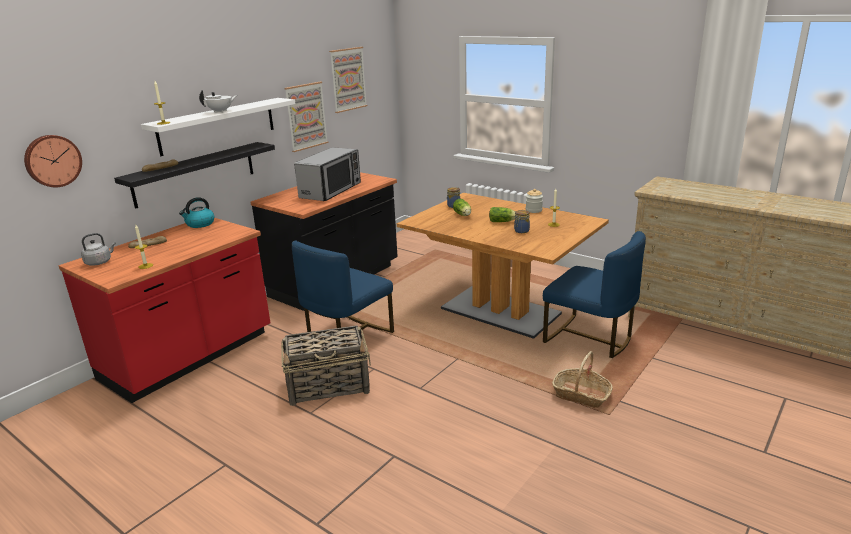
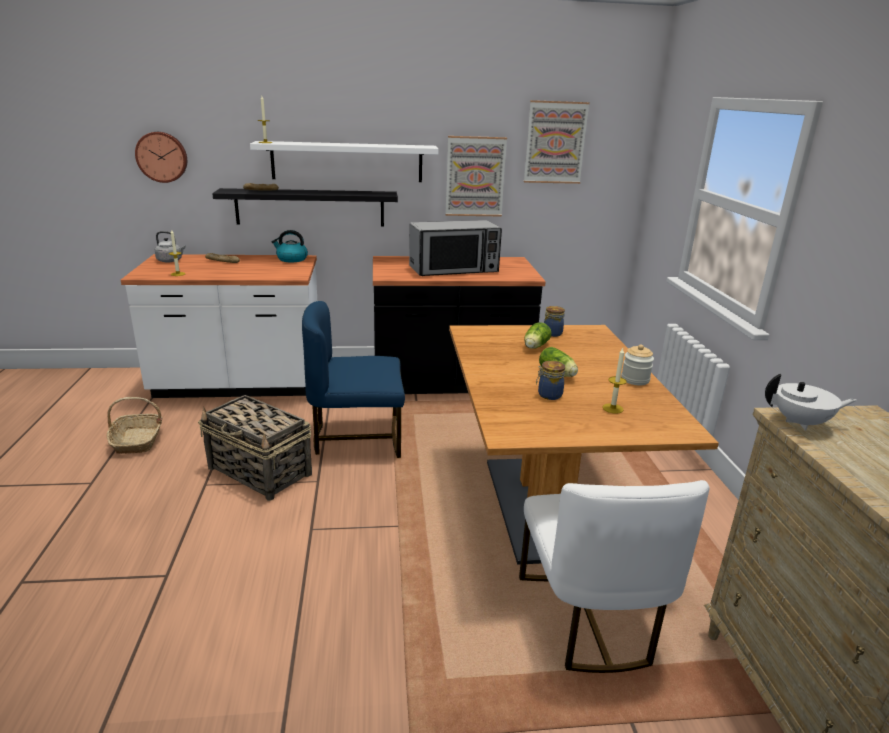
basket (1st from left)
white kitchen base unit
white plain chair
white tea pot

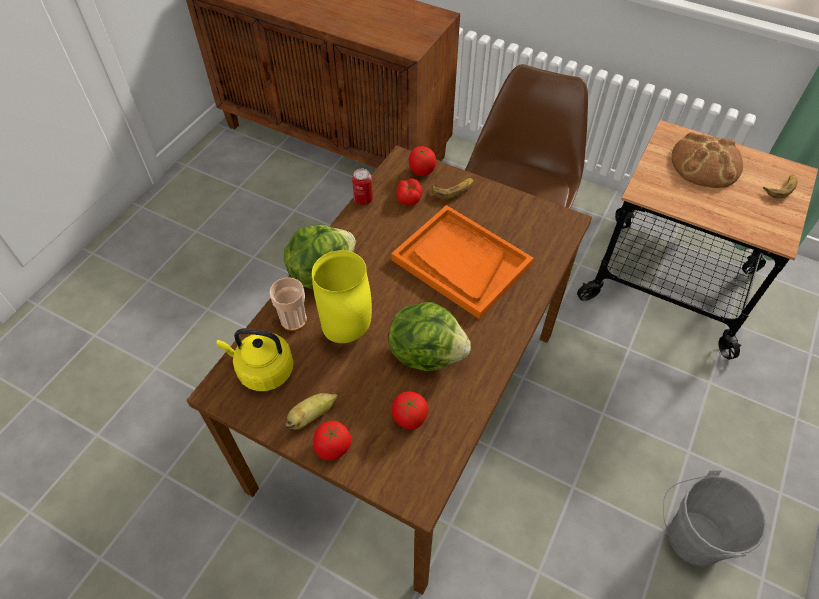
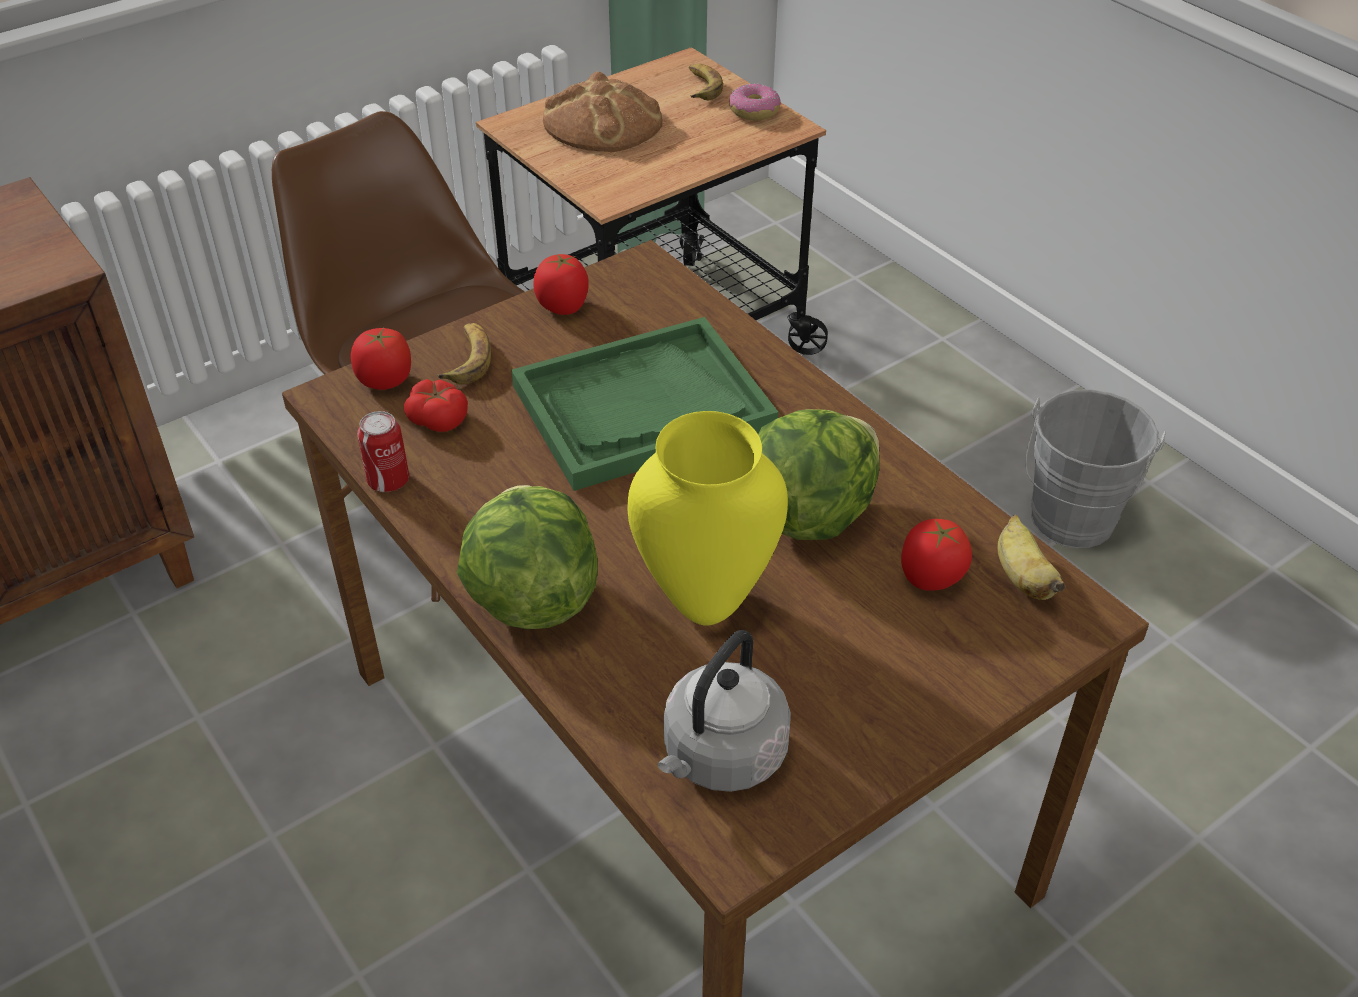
green-coloured carrying tray
tomato (3rd from left)
greyish tea kettle
donut
banana (3rd from left)
cup

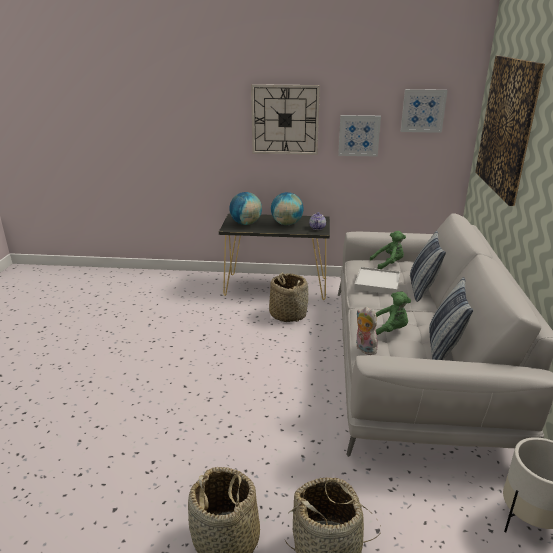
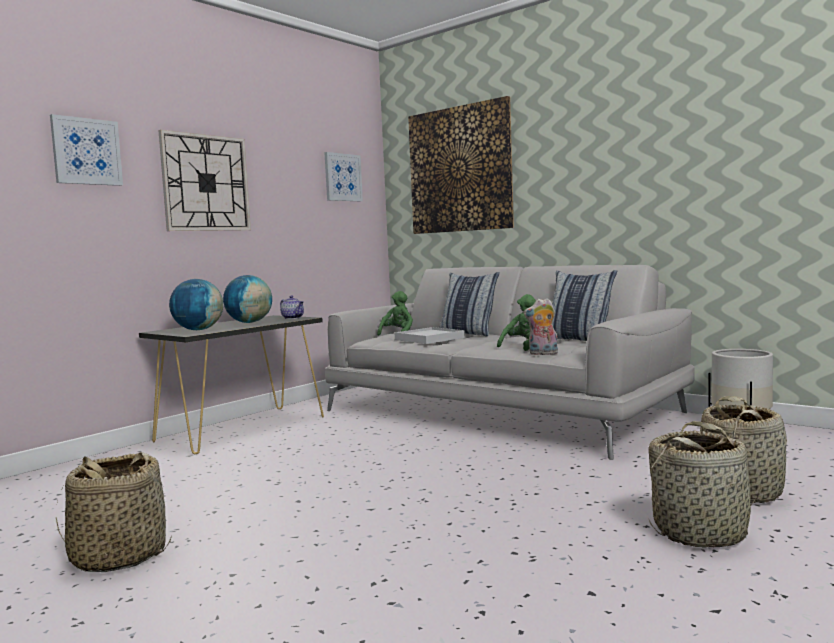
picture (1st from left)
basket (1st from left)

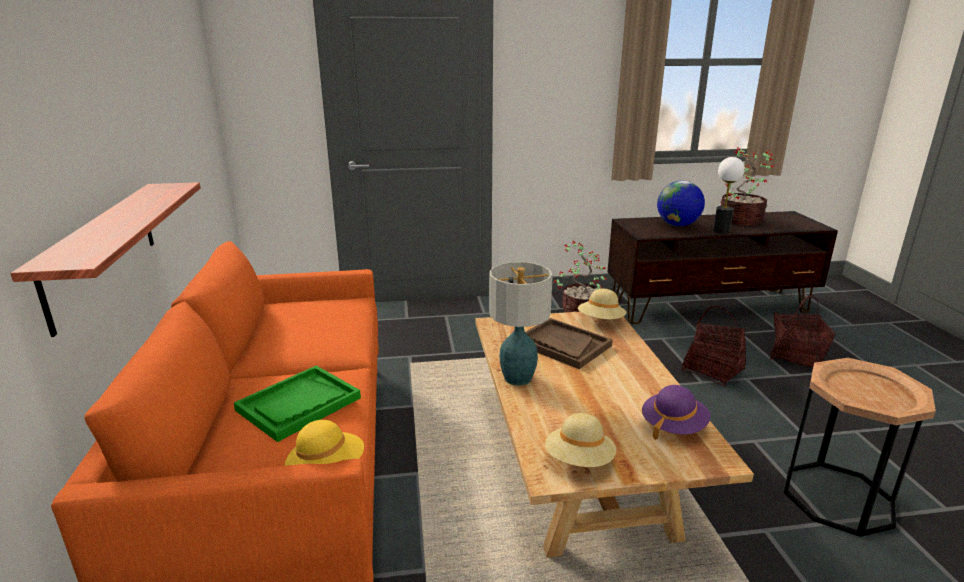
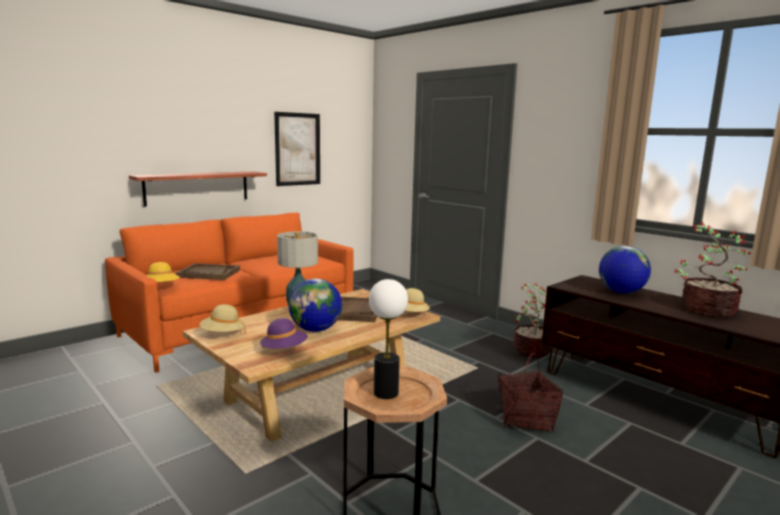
brown-coloured carrying tray (1st from left)
picture
globe (1st from left)
table lamp (2nd from left)
basket (2nd from left in the first image)

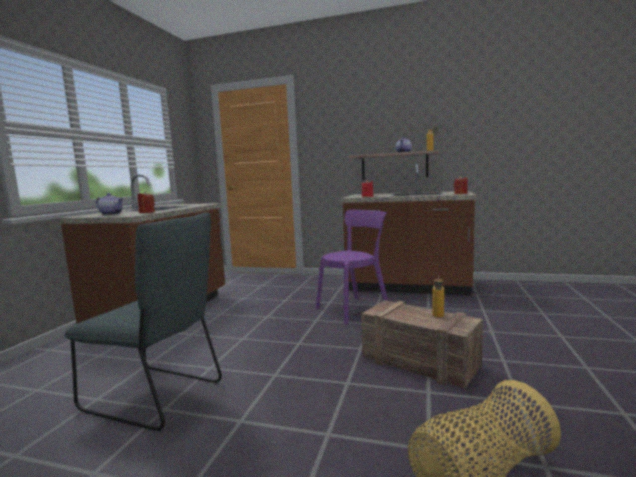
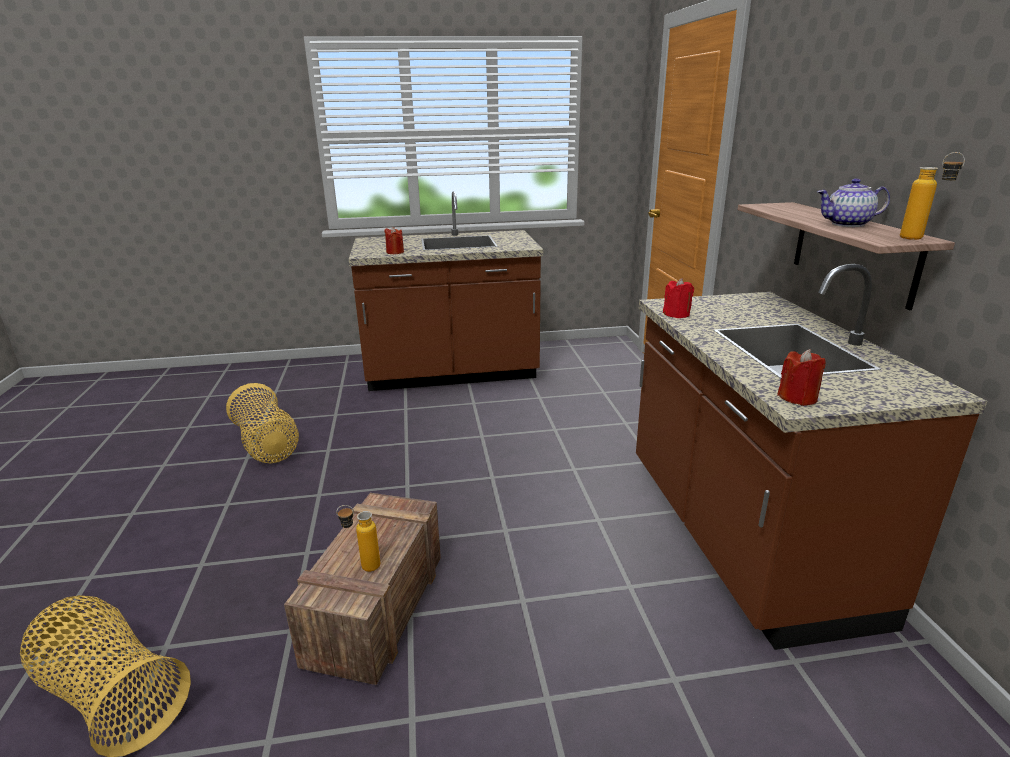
basket (2nd from left)
tea pot (1st from left in the first image)
purple plain chair

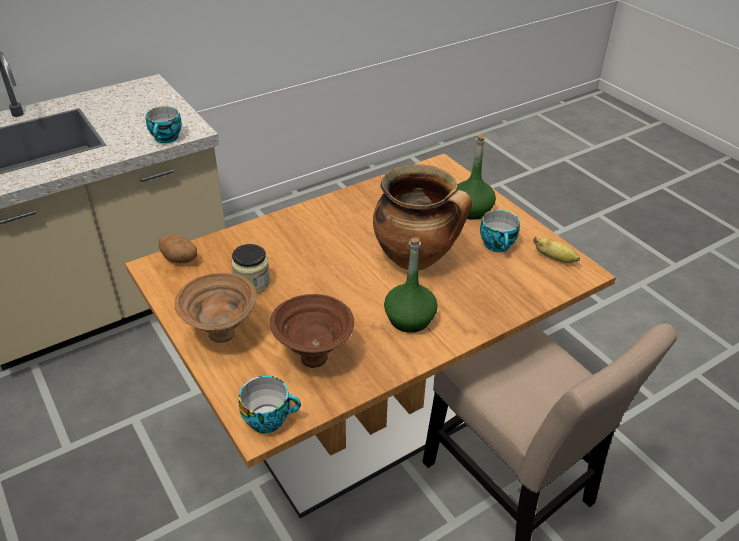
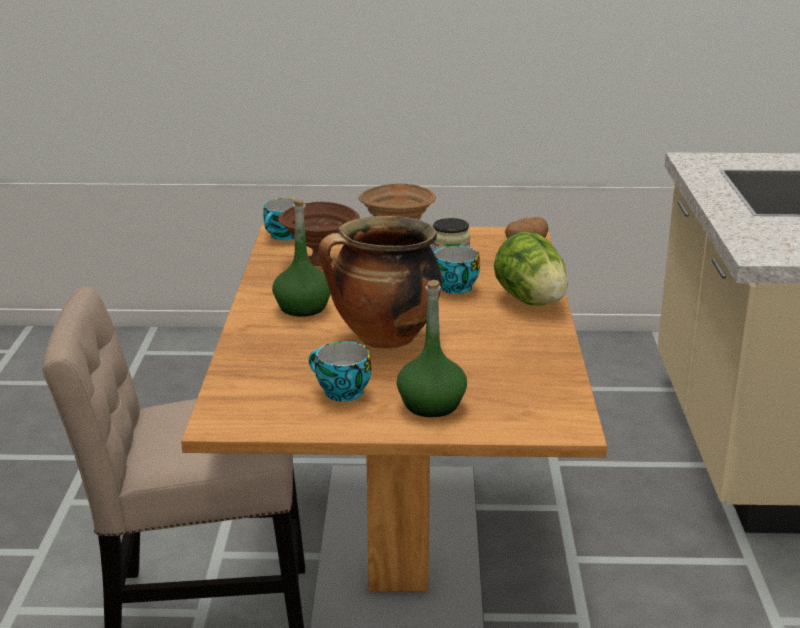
cup (3rd from left)
lettuce
banana

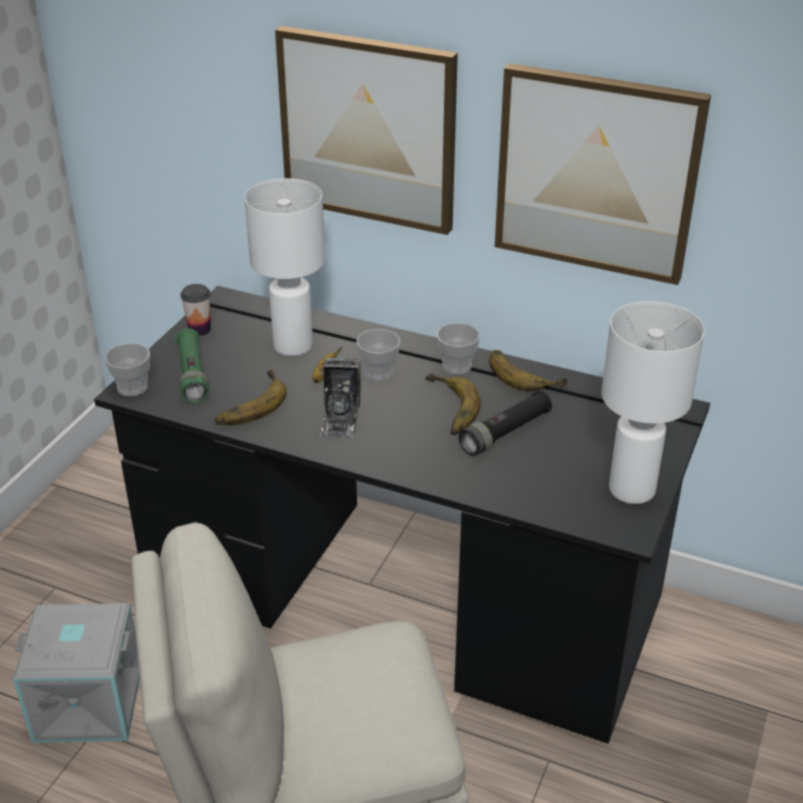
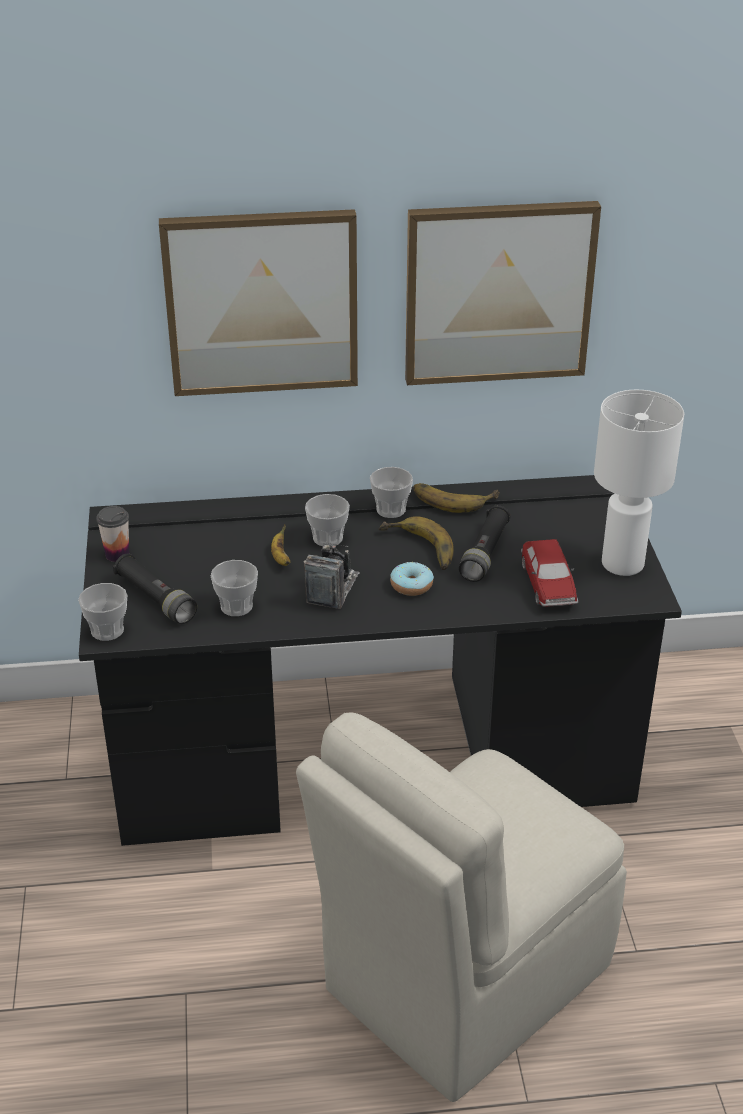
blackish flashlight (1st from left)
cup (3rd from left)
still camera
donut
model car
greyish storage container
white table lamp (1st from left in the first image)

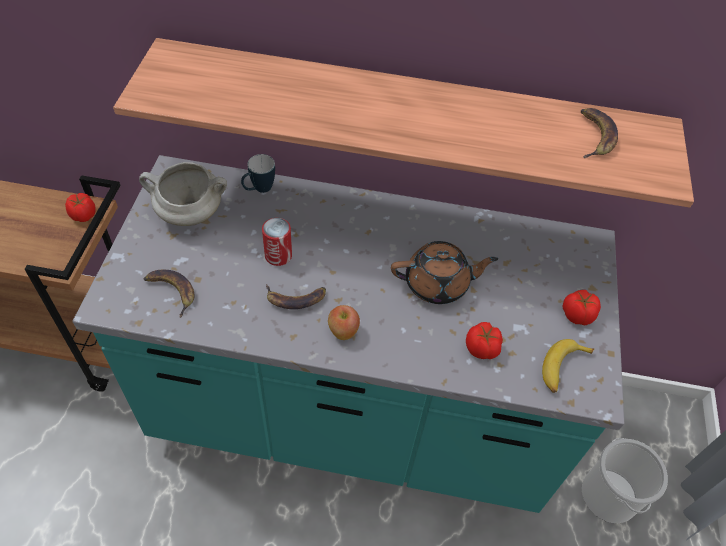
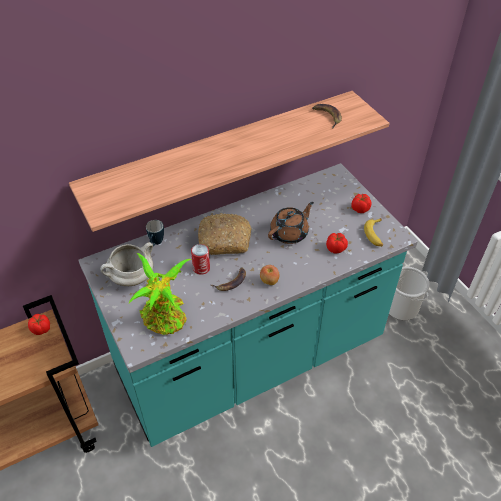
potted plant
bakery bread

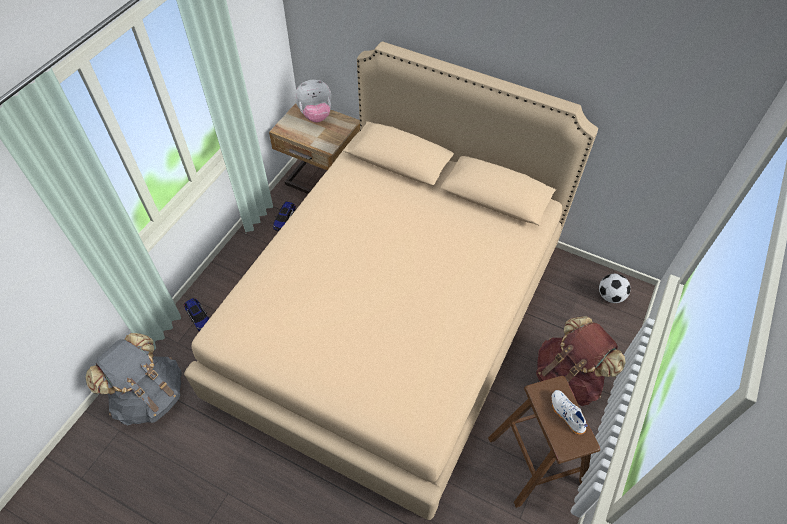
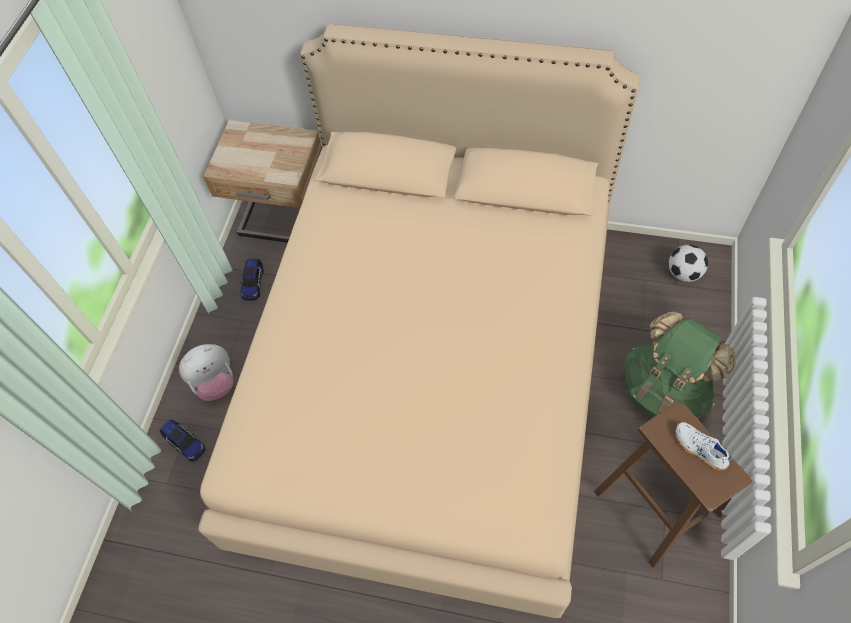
cuddly toy
green-coloured rucksack
greyish rucksack

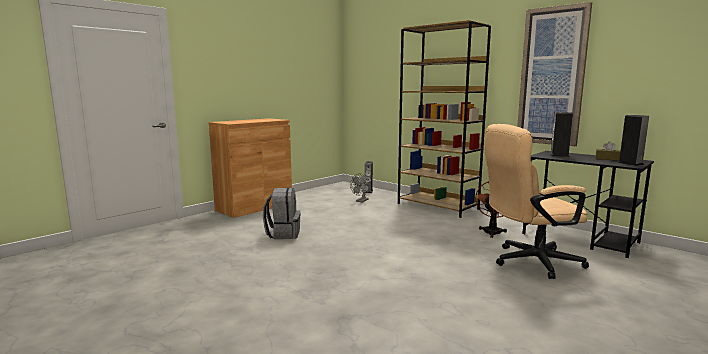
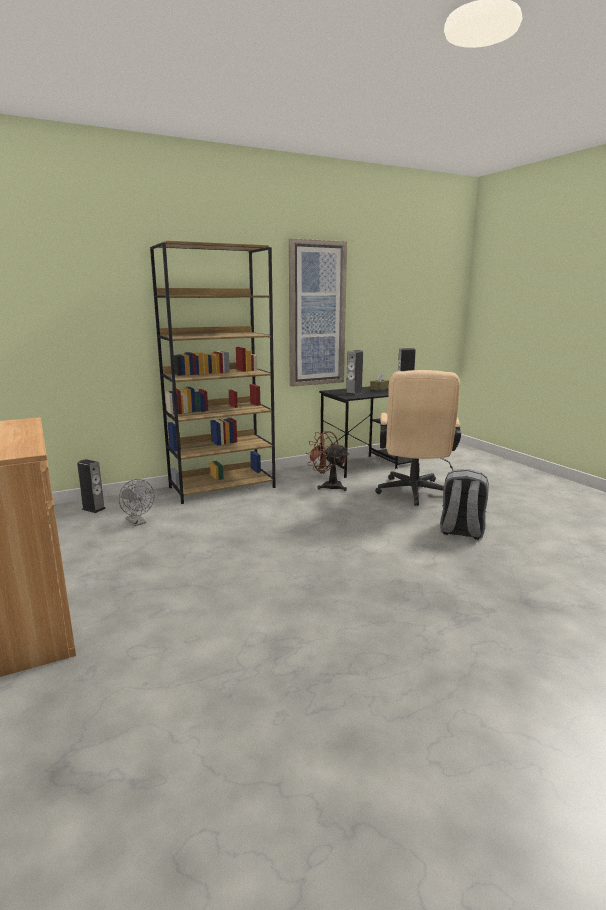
greyish rucksack

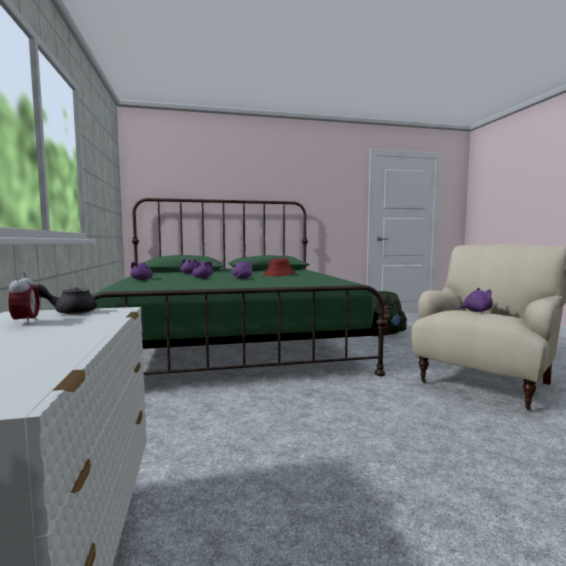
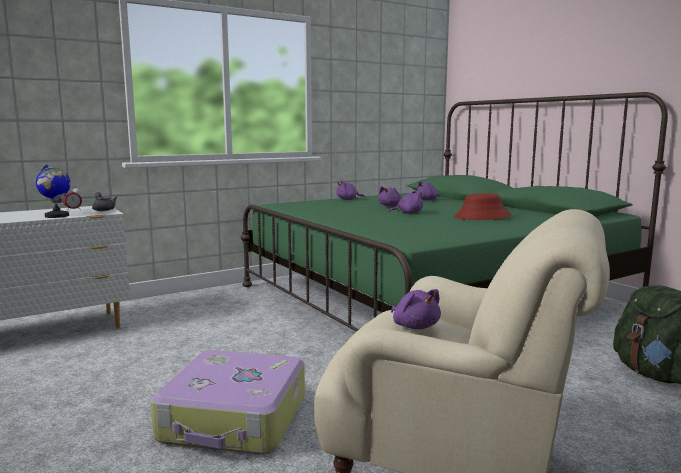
globe
travel case

